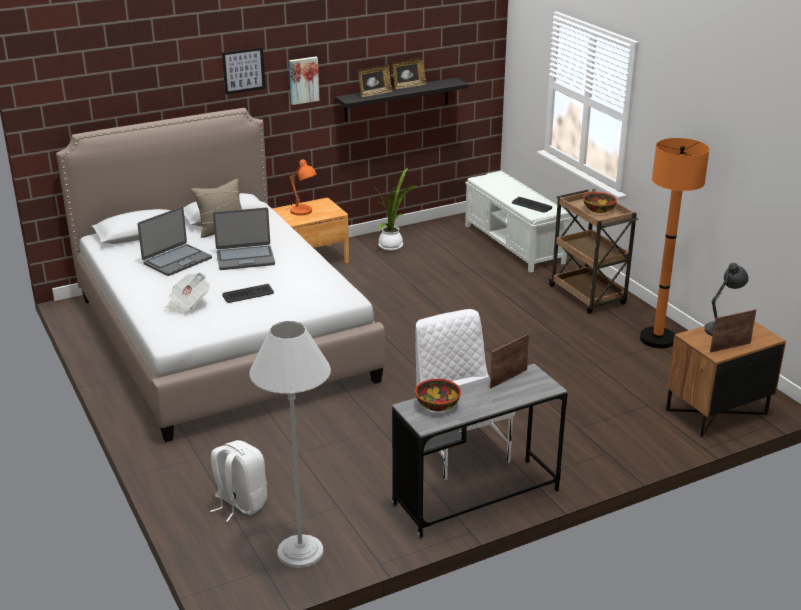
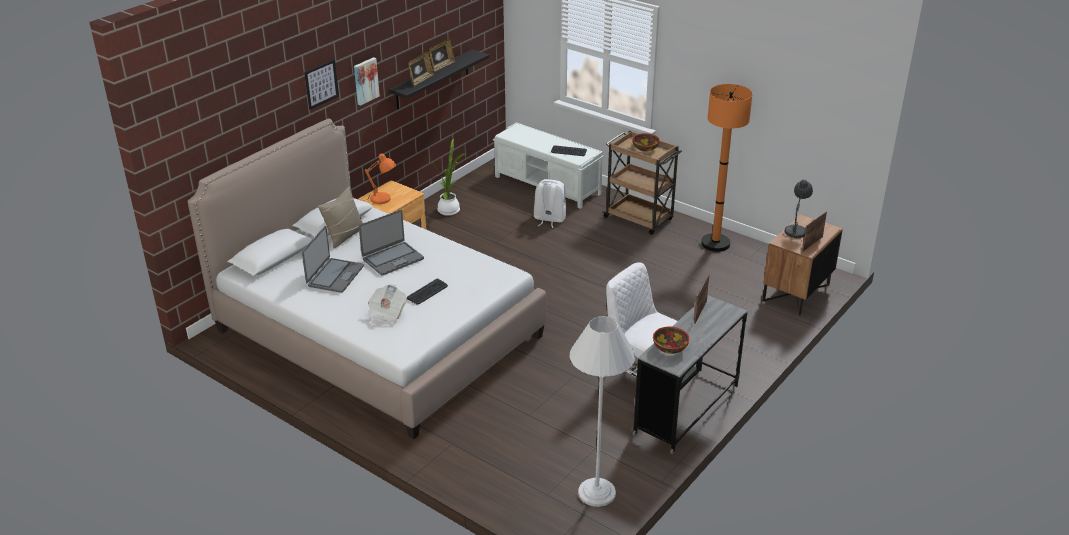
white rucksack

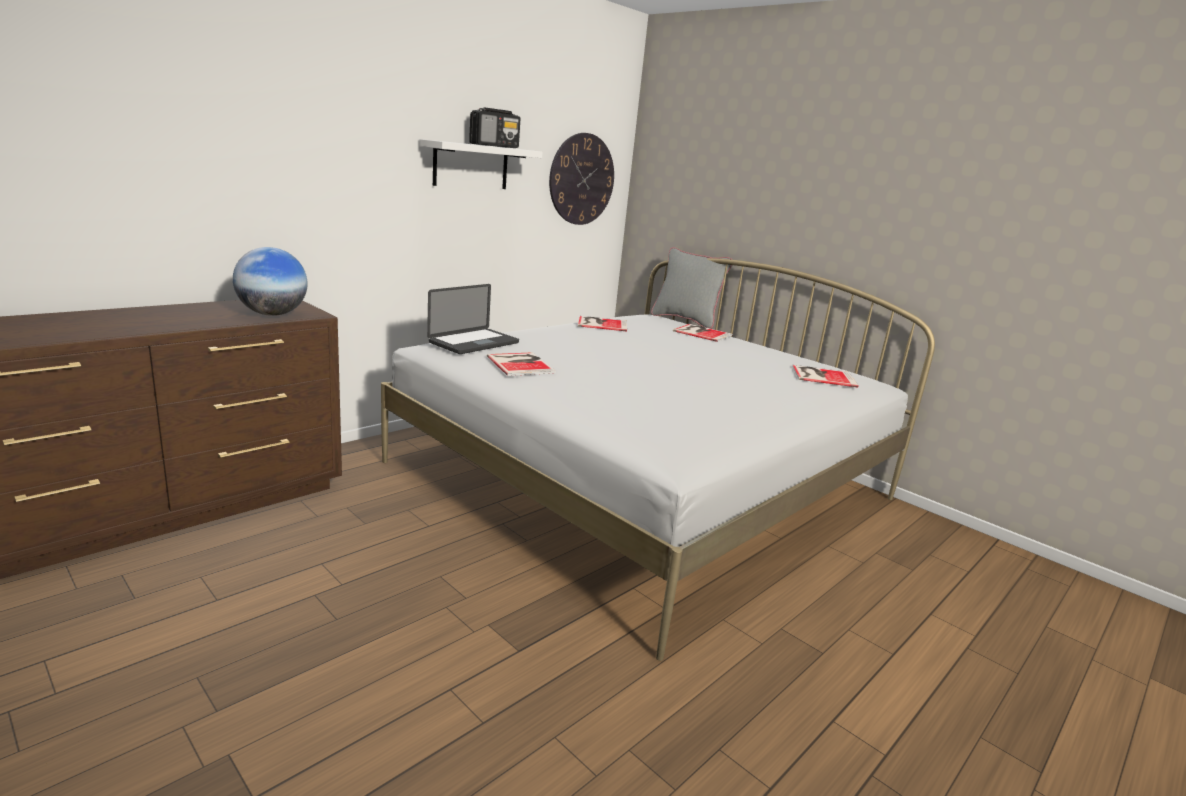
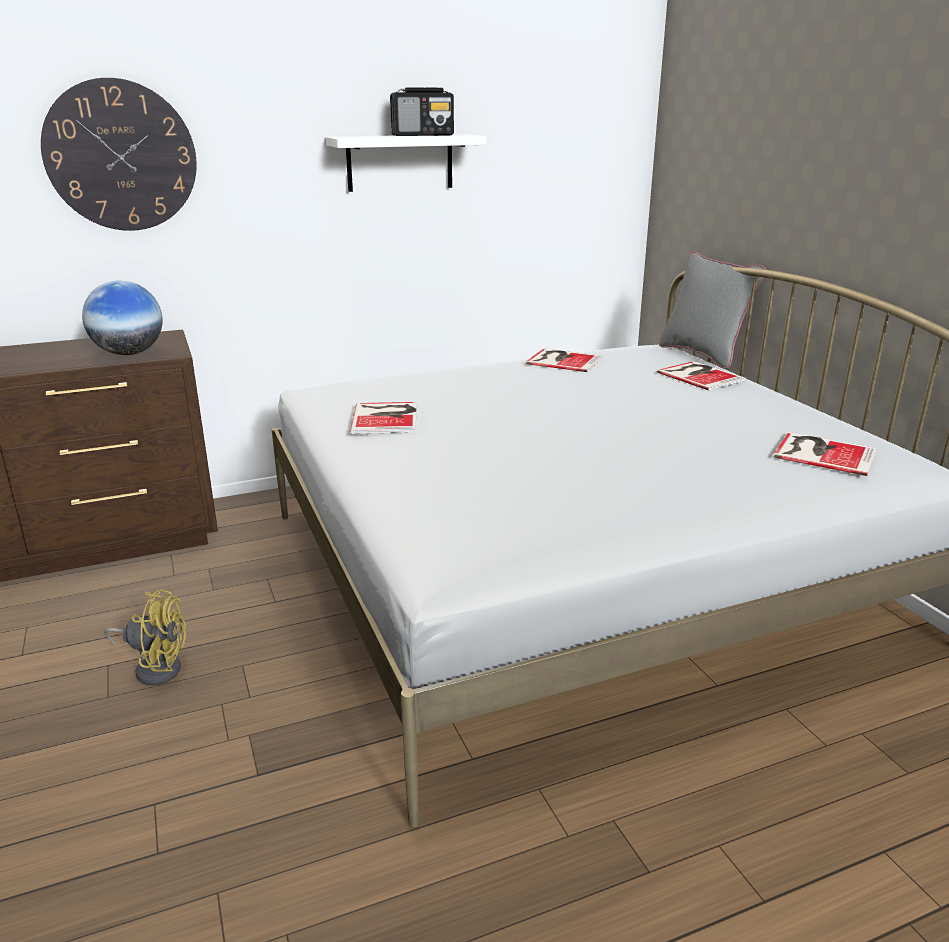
hanging clock
yellowish fan
laptop

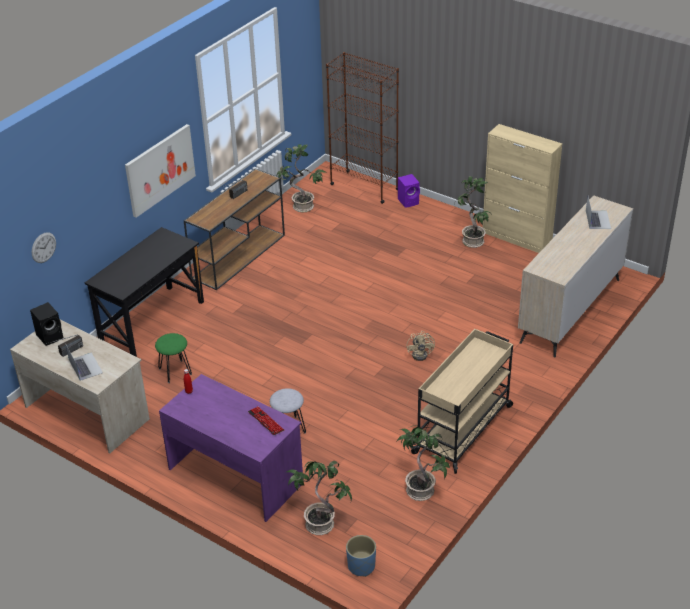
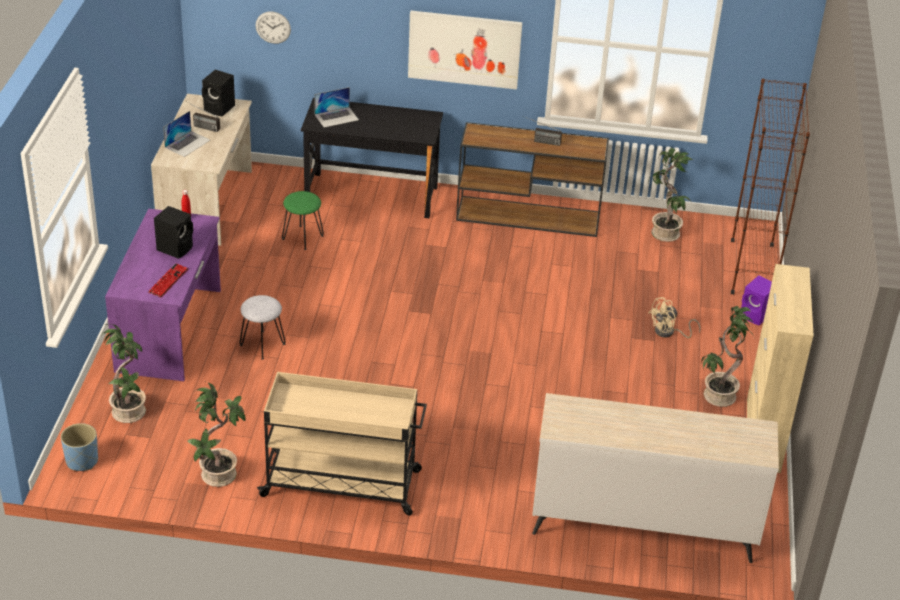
blackish speaker (1st from left)
laptop (2nd from left)
sand-coloured fan

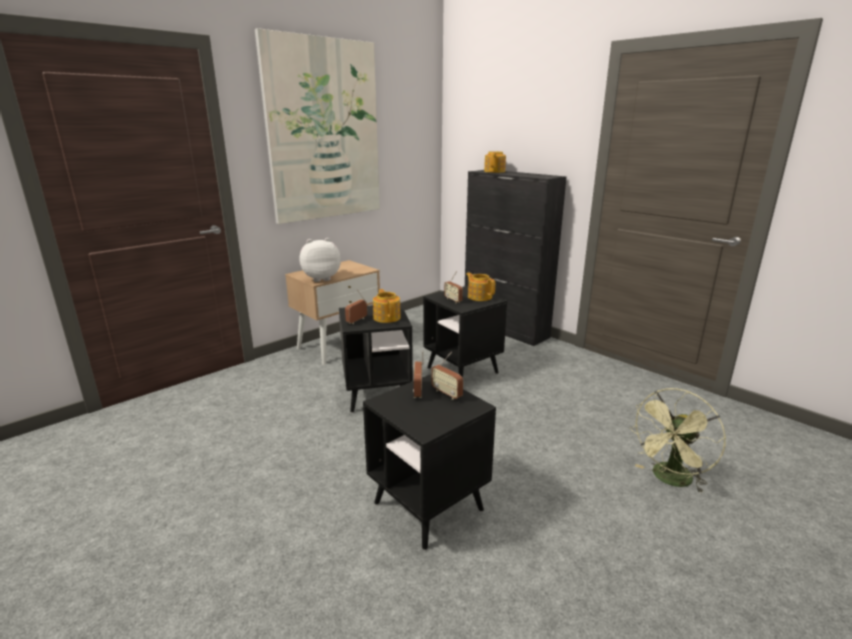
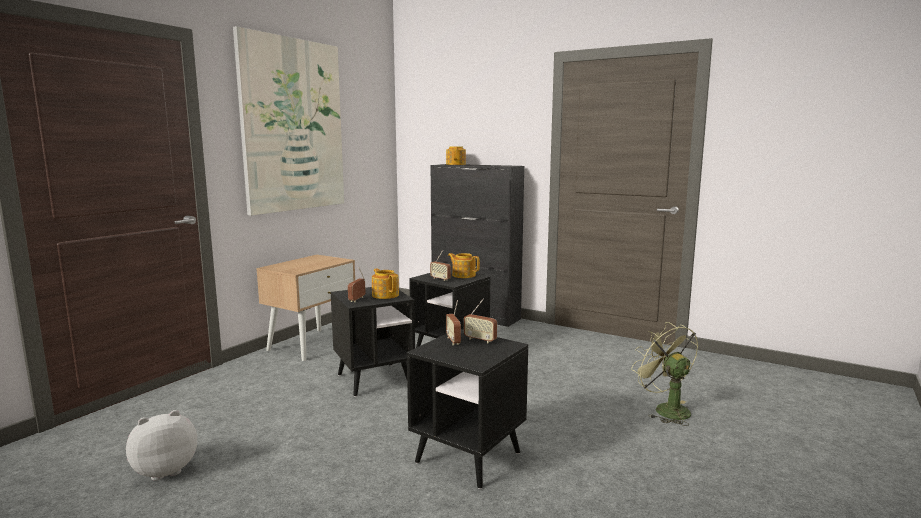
cuddly toy
green-coloured fan

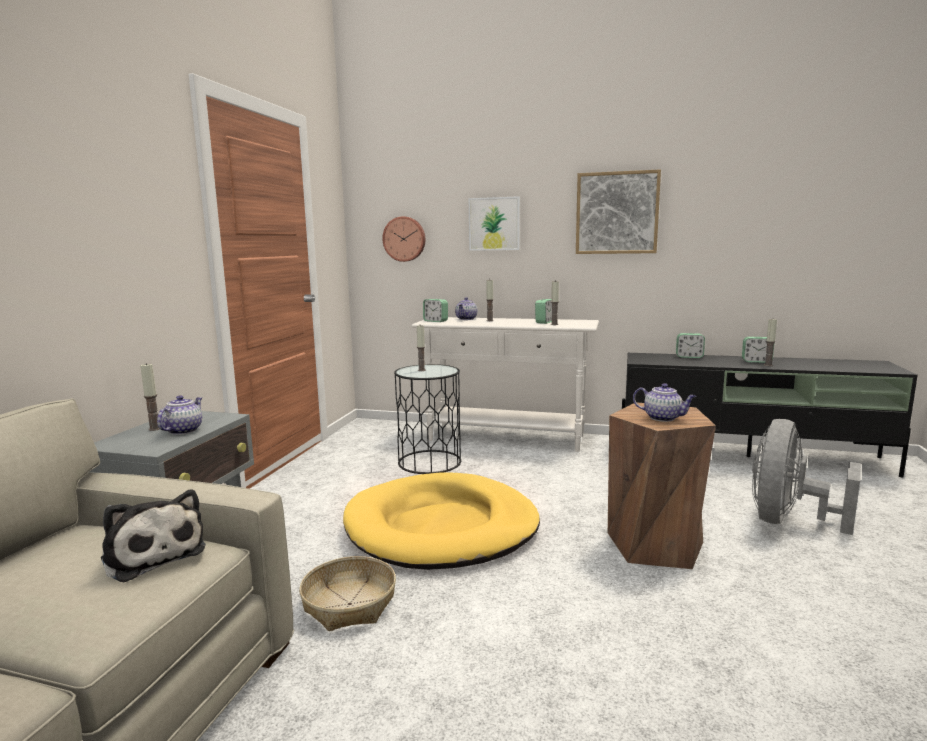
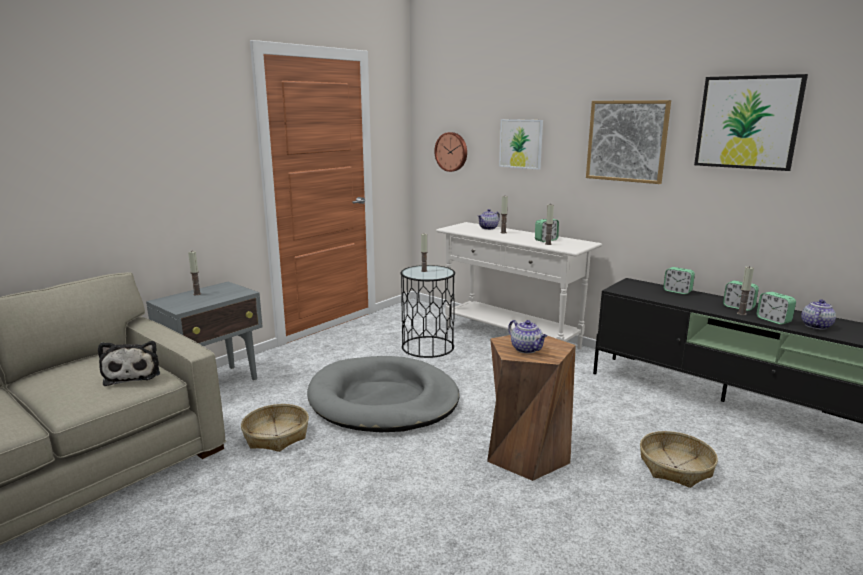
greyish dog bed
basket (2nd from left)
picture (3rd from left)
table clock (4th from left)
tea pot (3rd from left)

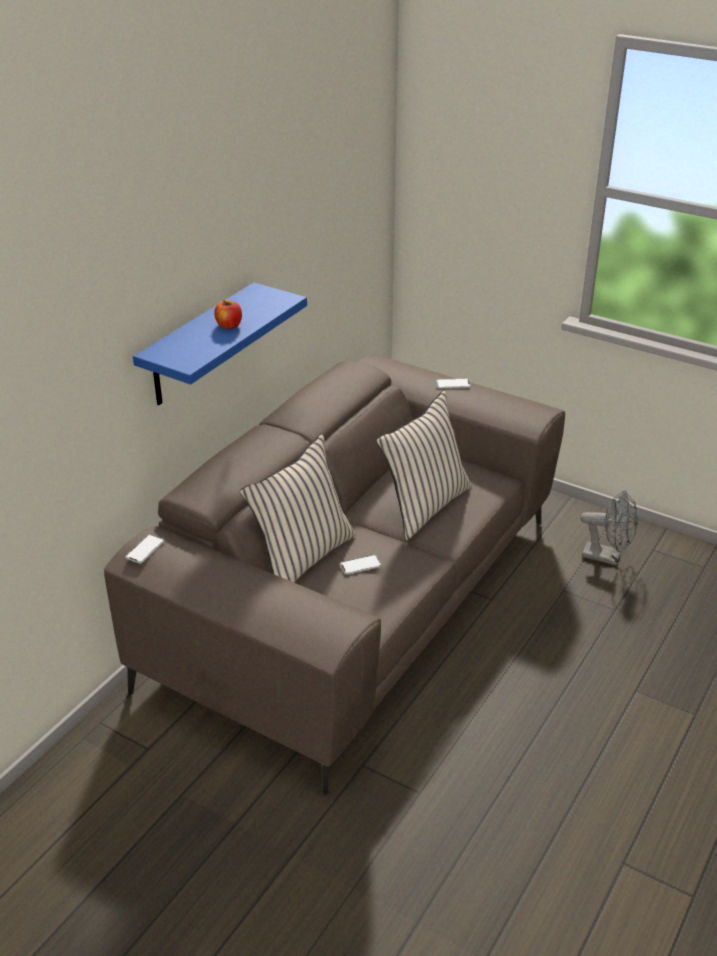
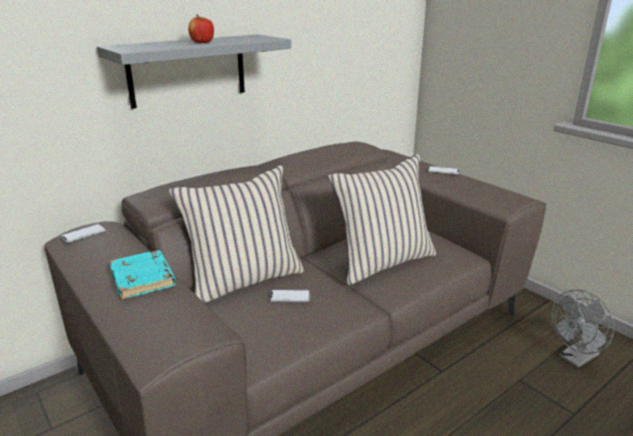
greyish shelf
turquoise bound book
greyish fan

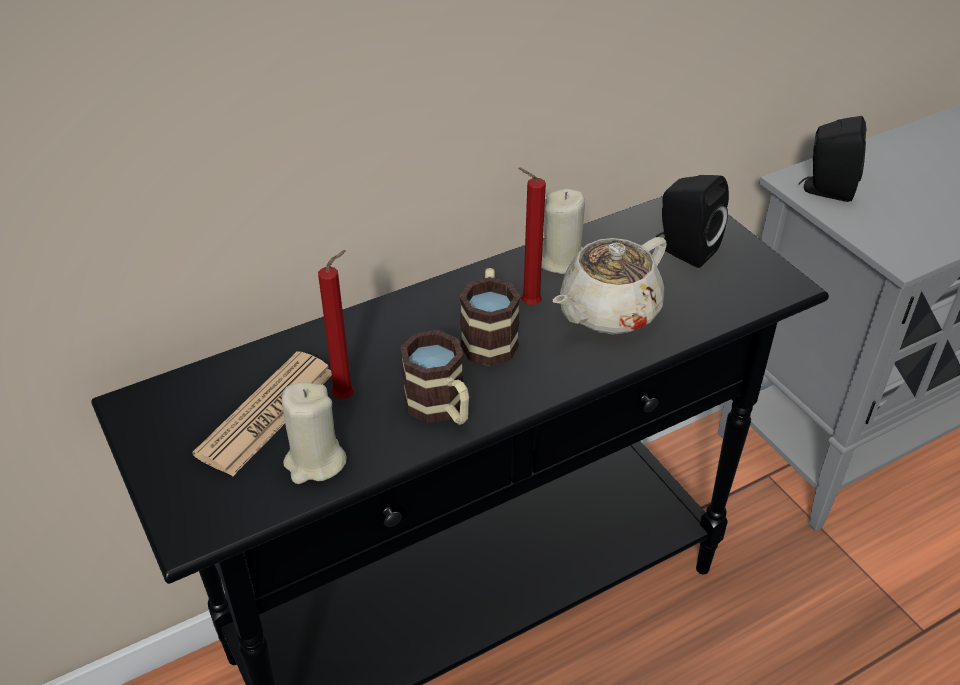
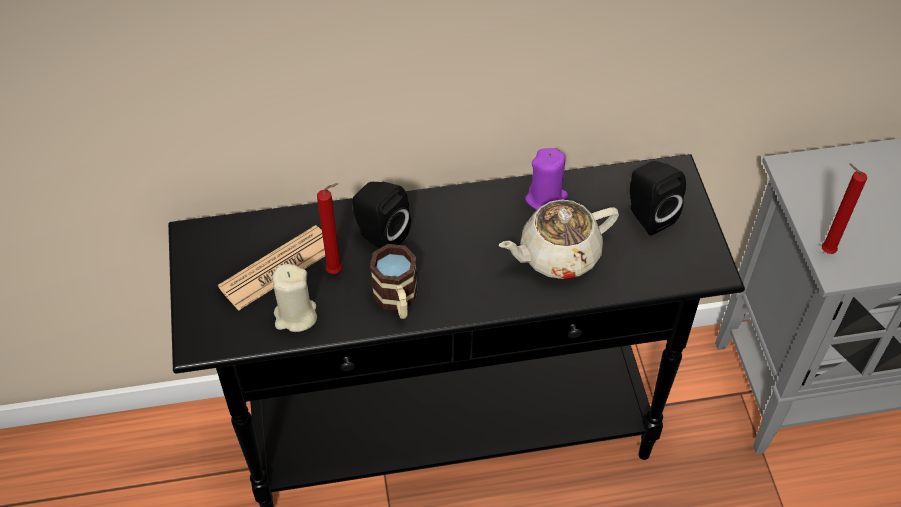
blackish speaker (1st from left)
purple candle
reddish candle (2nd from left)
mug (2nd from left in the first image)

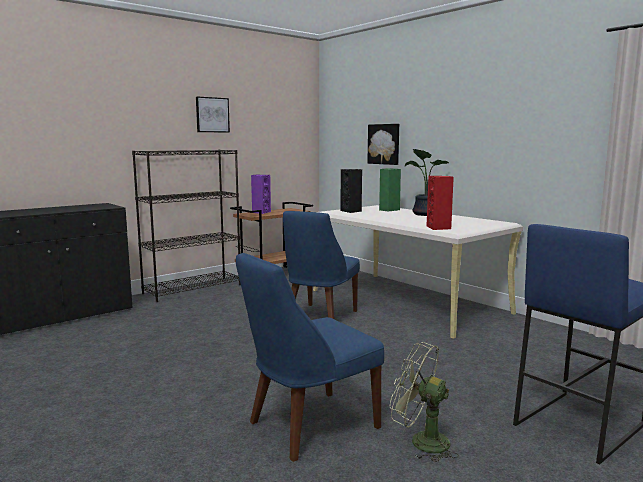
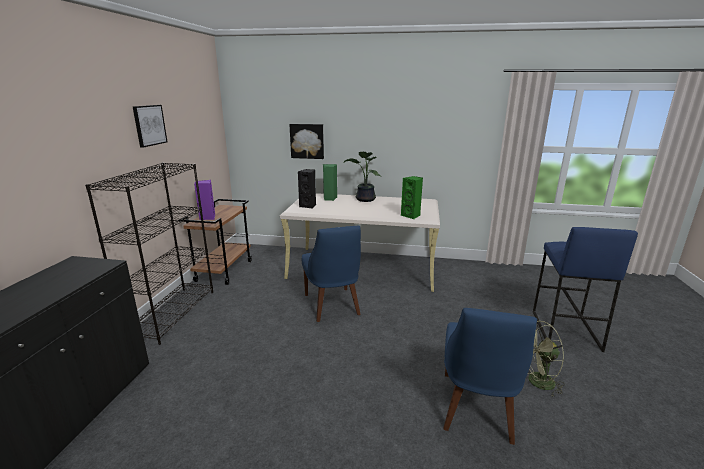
green-coloured speaker (2nd from left)

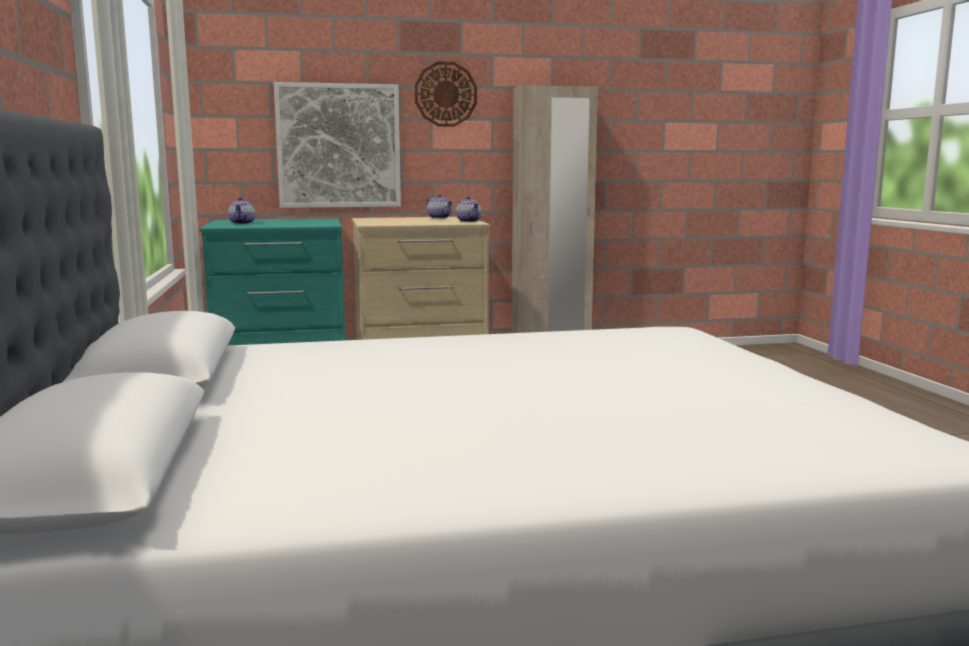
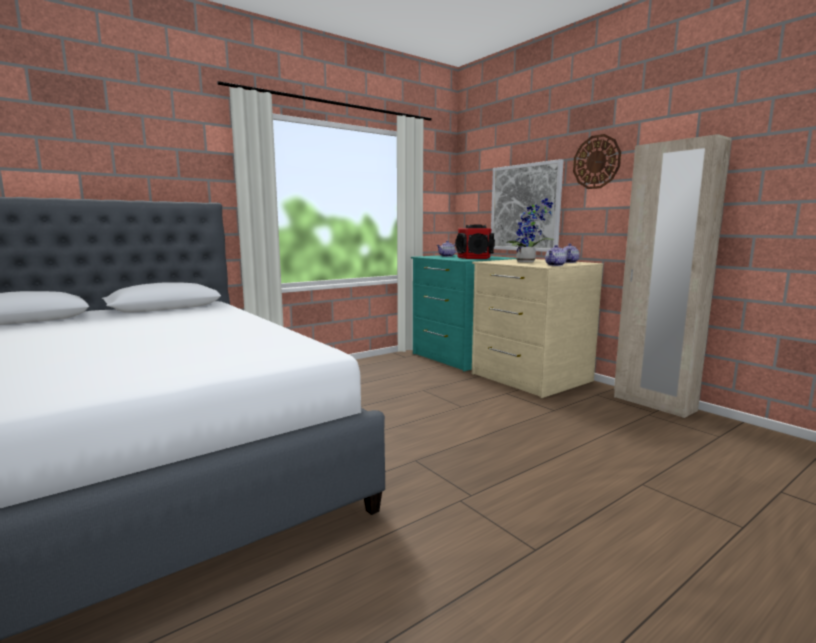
speaker
potted plant

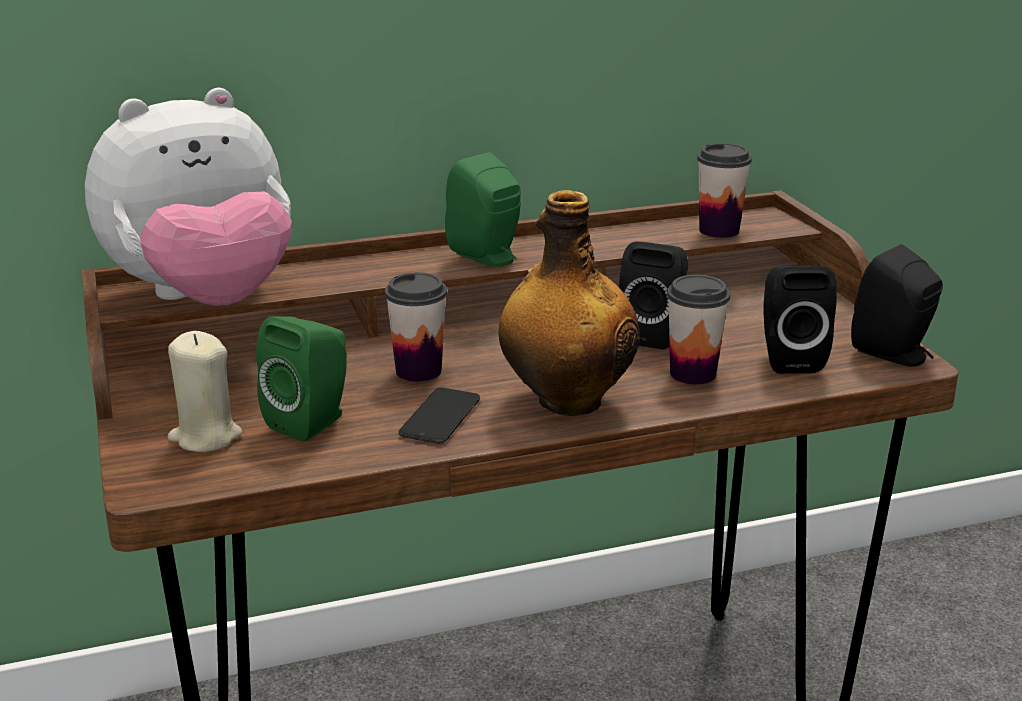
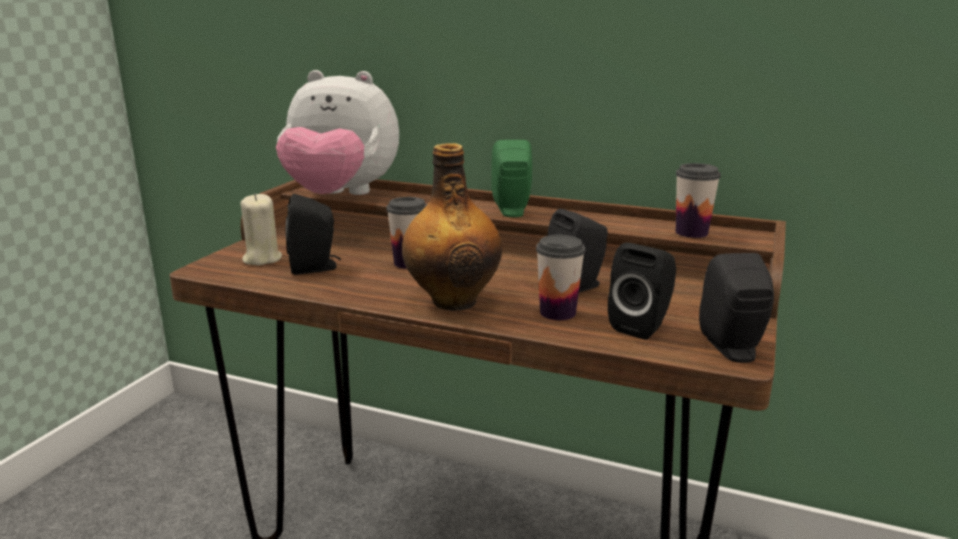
blackish speaker (1st from left)
handset

